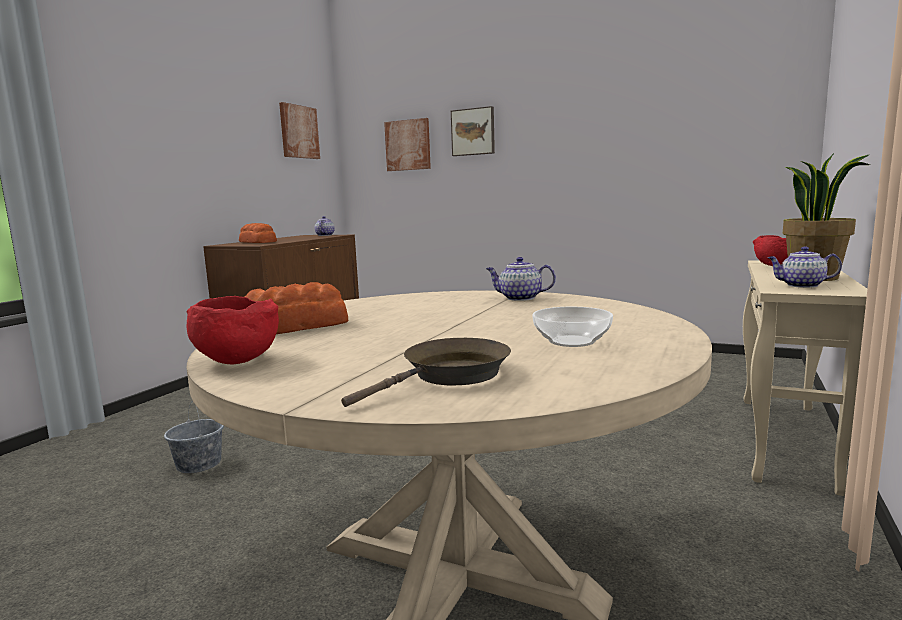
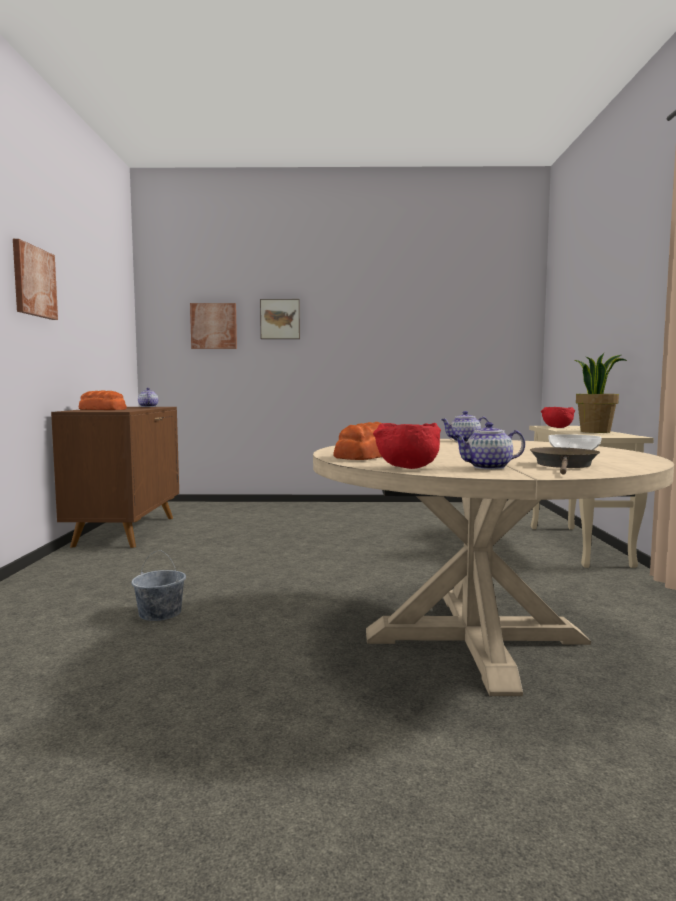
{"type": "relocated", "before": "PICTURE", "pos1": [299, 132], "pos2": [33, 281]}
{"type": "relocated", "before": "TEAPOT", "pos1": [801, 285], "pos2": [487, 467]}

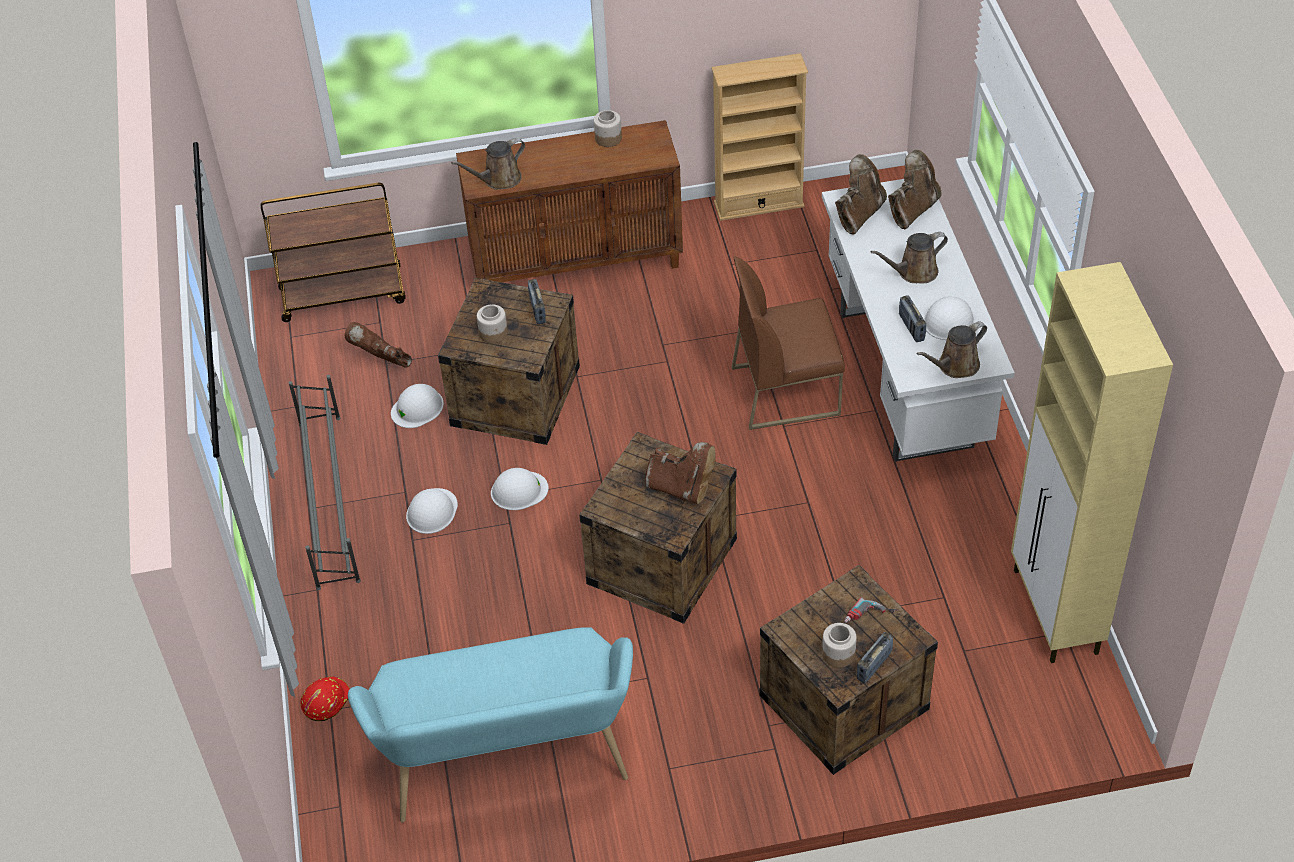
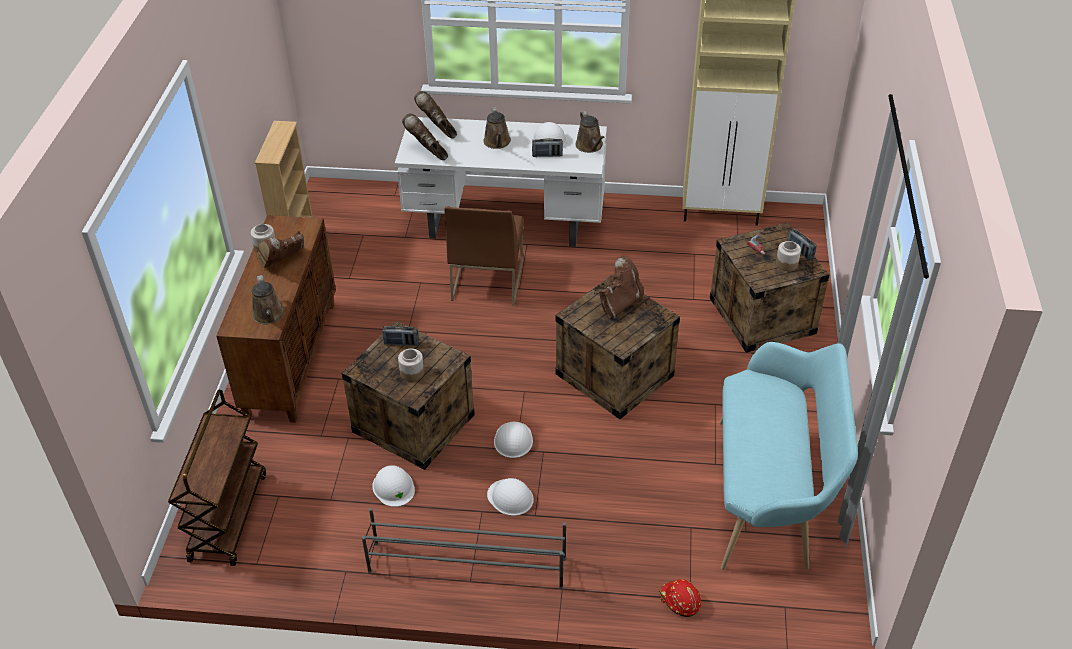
{"type": "relocated", "before": "BROWN BOOT", "pos1": [381, 361], "pos2": [282, 263]}

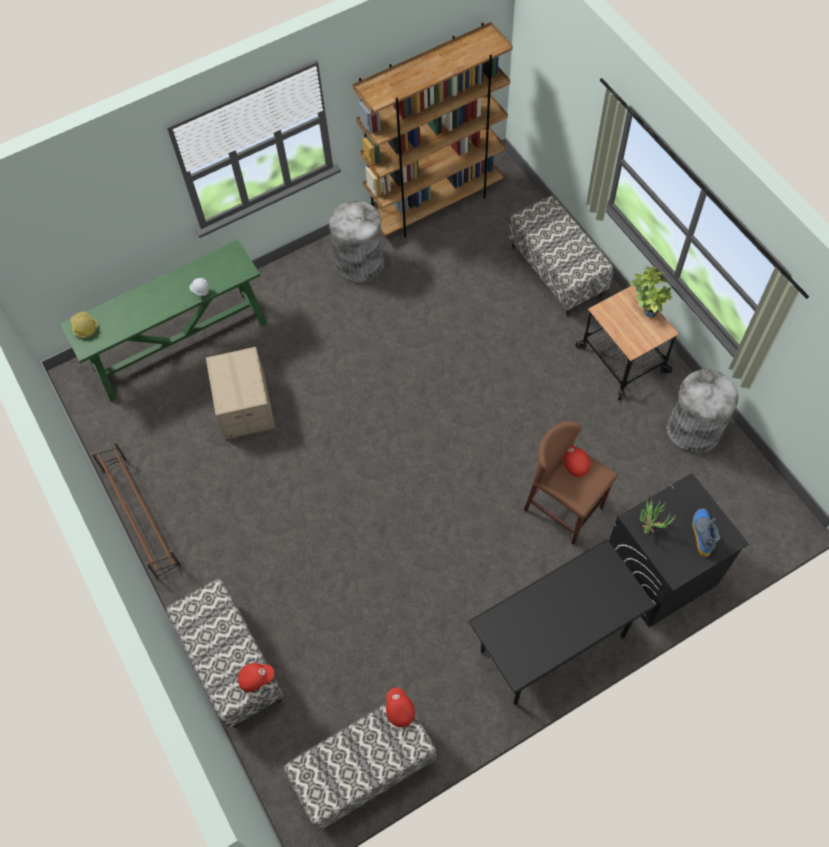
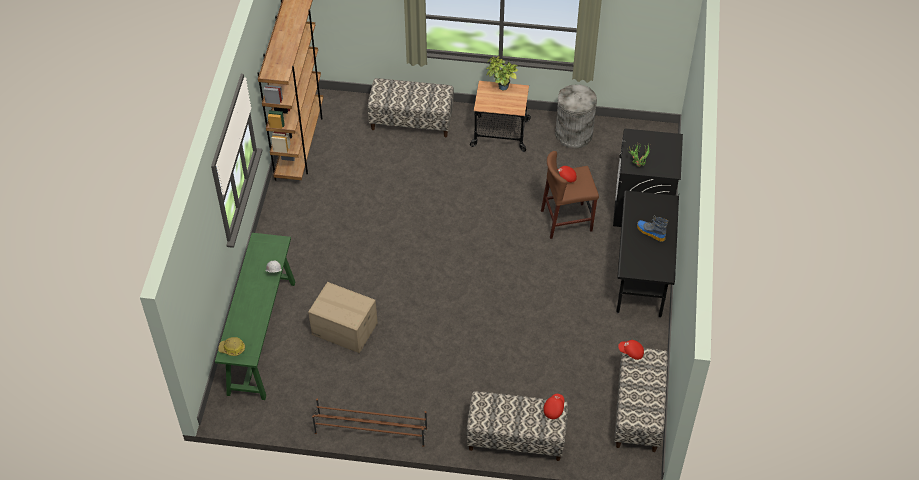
{"type": "missing", "before": "GREY TRASH CAN", "pos1": [360, 263]}
{"type": "relocated", "before": "BOOT", "pos1": [702, 533], "pos2": [650, 232]}

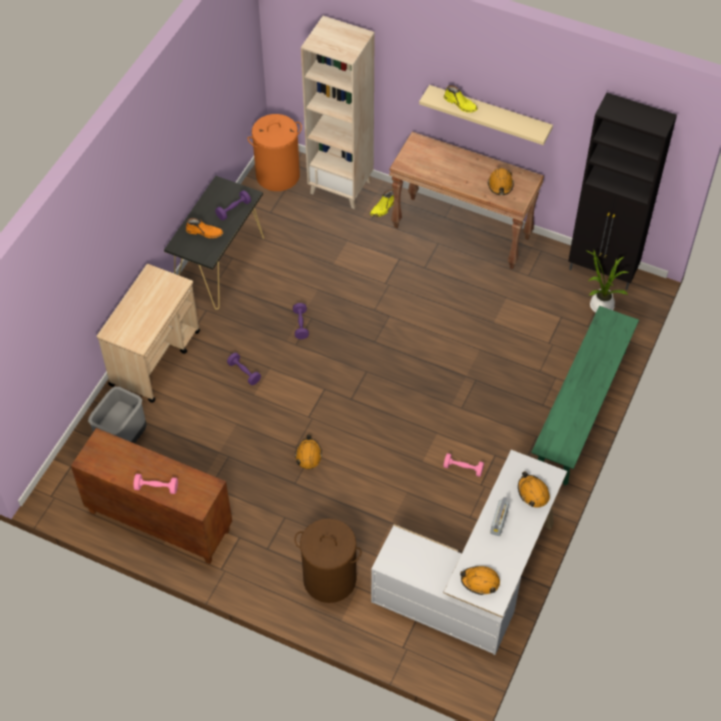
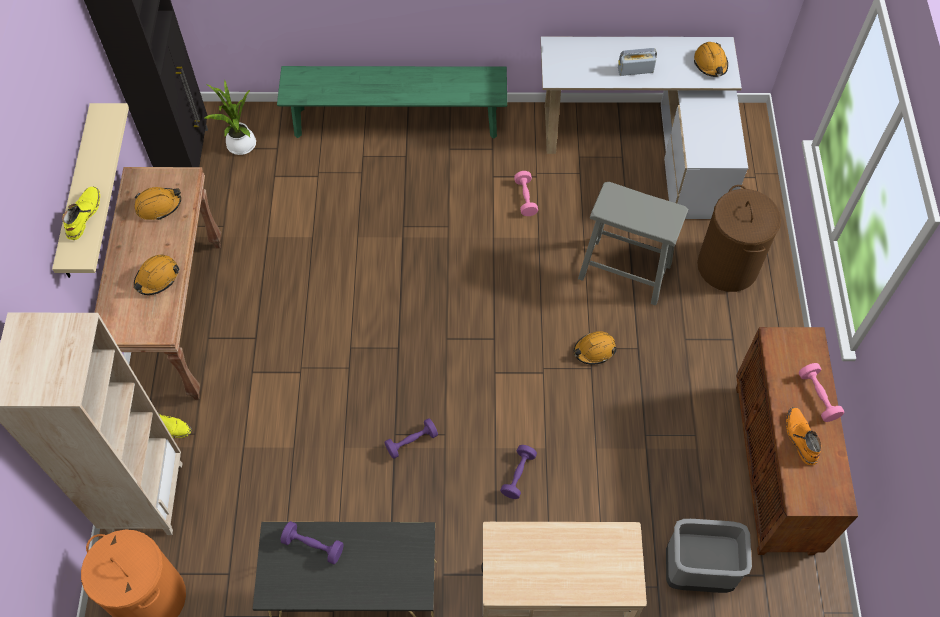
{"type": "relocated", "before": "ORANGE BOOT", "pos1": [205, 232], "pos2": [800, 438]}
{"type": "relocated", "before": "ORANGE HARD HAT", "pos1": [533, 493], "pos2": [157, 278]}
{"type": "appeared", "after": "GREY STOOL", "pos2": [624, 270]}

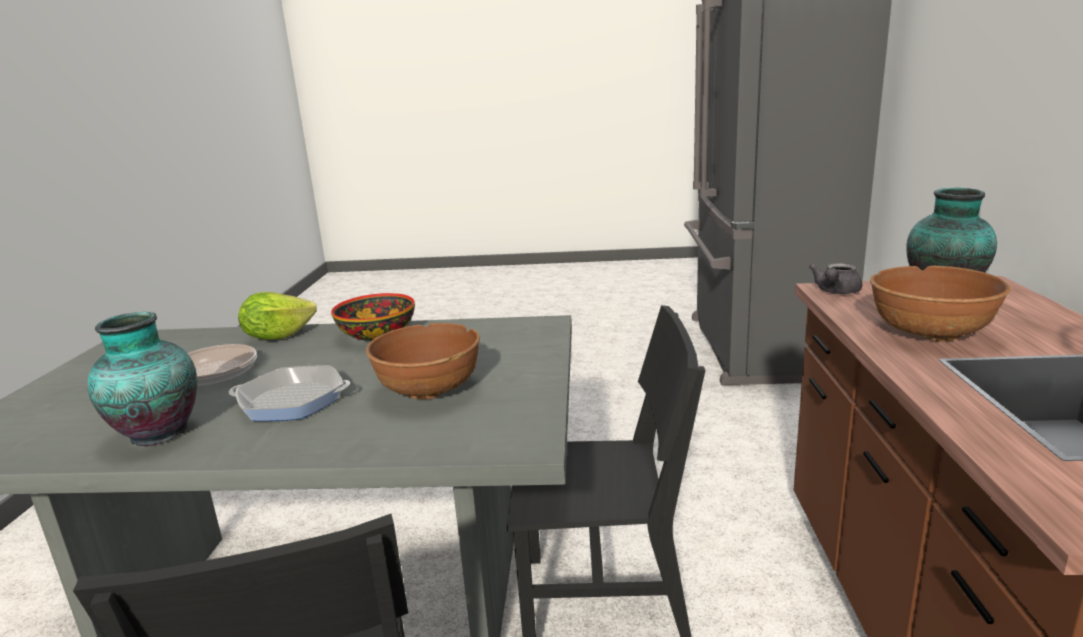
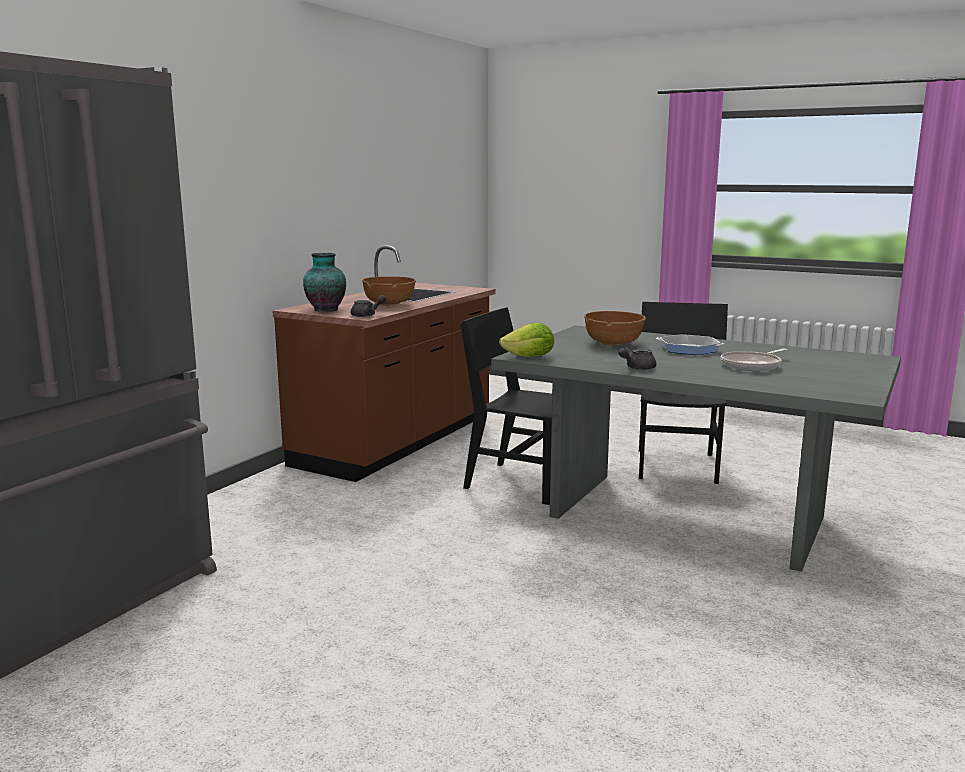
{"type": "missing", "before": "VASE", "pos1": [156, 434]}
{"type": "relocated", "before": "LETTUCE", "pos1": [278, 336], "pos2": [529, 357]}
{"type": "exchanged", "before": "BOWL", "after": "GREY TEAPOT", "pos1": [376, 333], "pos2": [636, 368]}

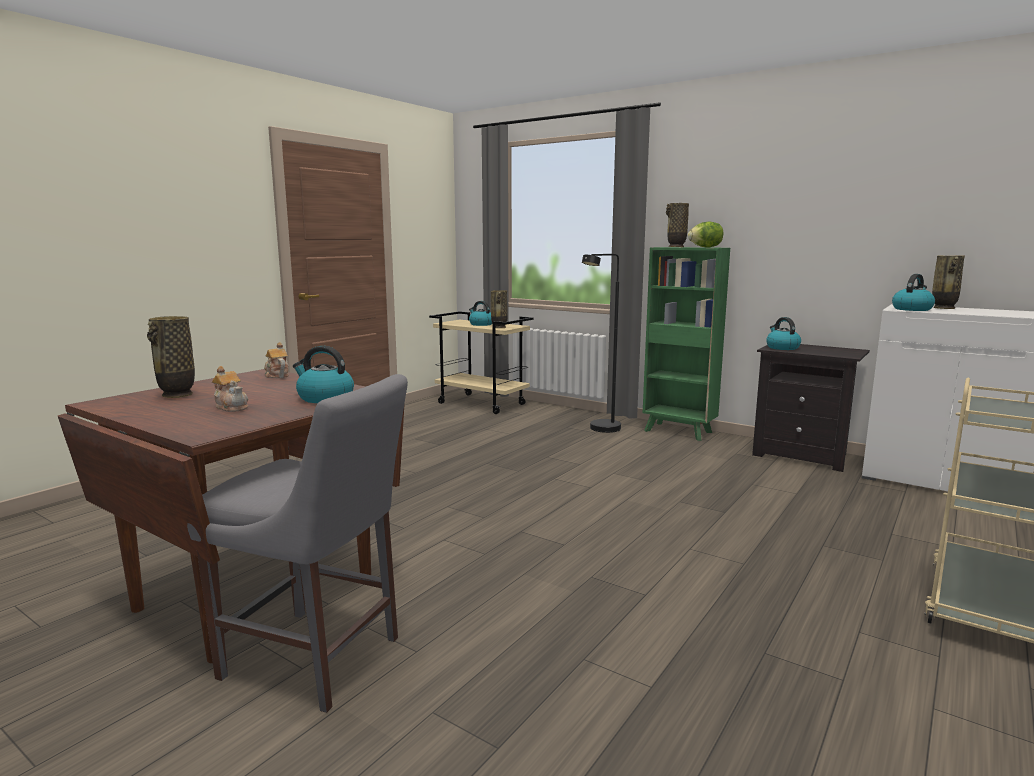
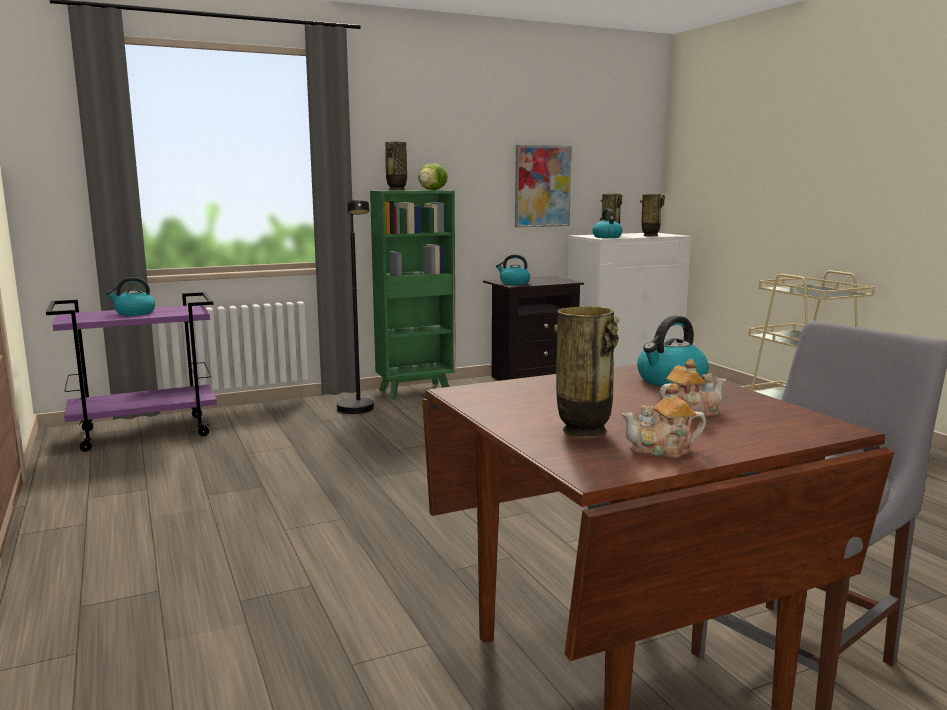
{"type": "relocated", "before": "TEAPOT", "pos1": [276, 375], "pos2": [662, 450]}
{"type": "colour", "before": "BEIGE CART", "after": "PURPLE CART", "pos1": [482, 404], "pos2": [146, 432]}
{"type": "relocated", "before": "VASE", "pos1": [499, 327], "pos2": [650, 236]}
{"type": "appeared", "after": "PICTURE", "pos2": [542, 186]}

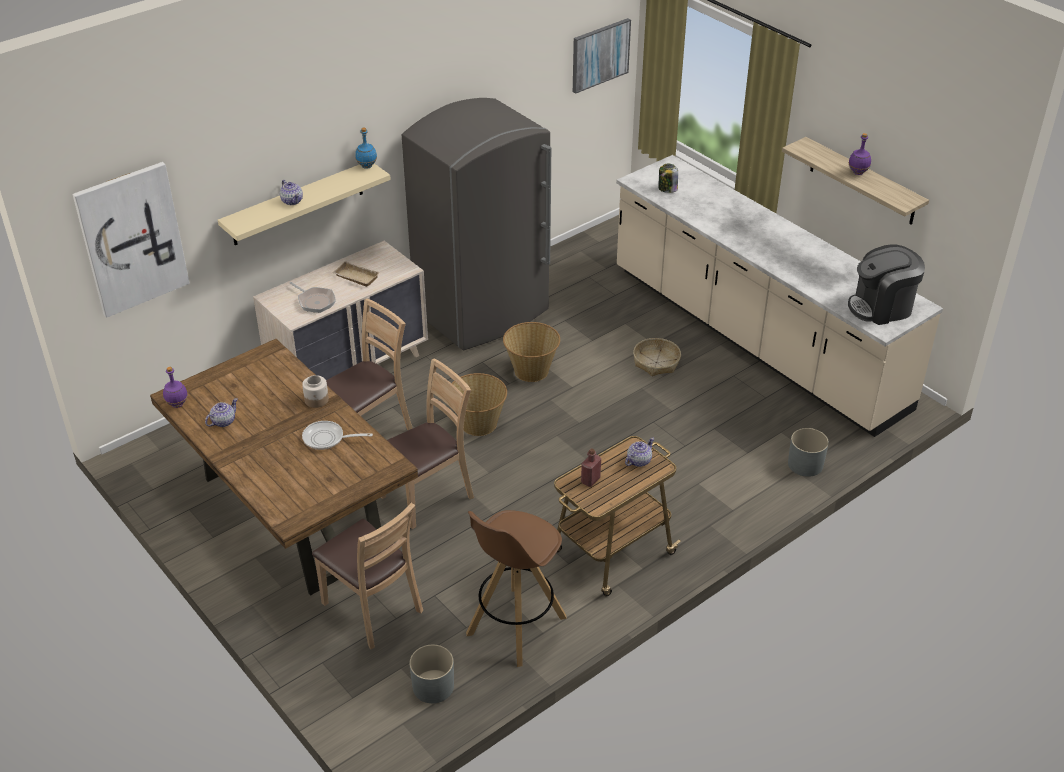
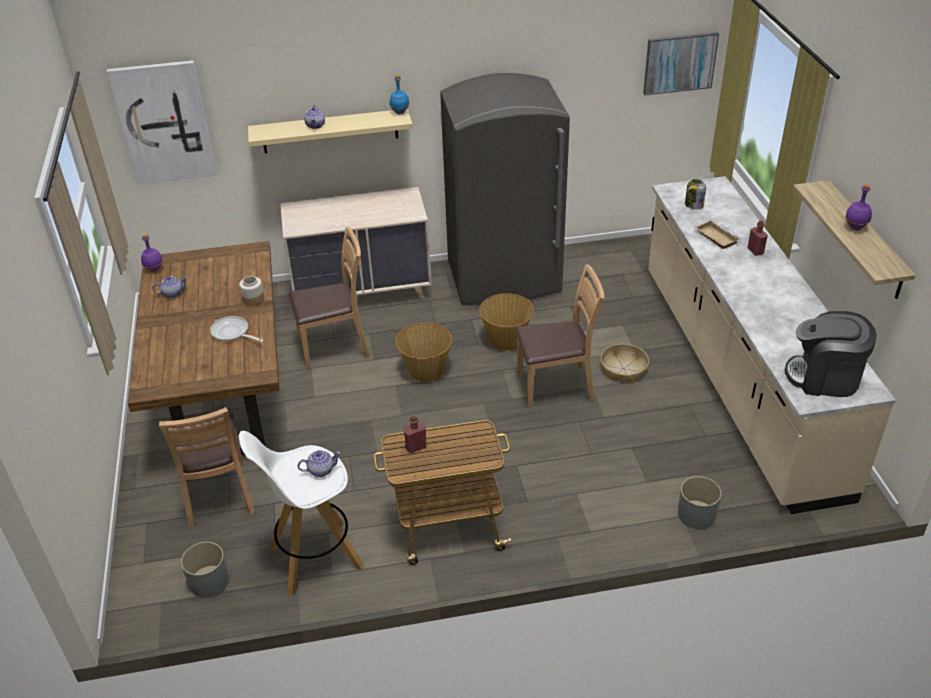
{"type": "missing", "before": "FRYING PAN", "pos1": [315, 301]}
{"type": "relocated", "before": "BEIGE TRAY", "pos1": [355, 277], "pos2": [714, 238]}
{"type": "relocated", "before": "BROWN CHAIR", "pos1": [427, 496], "pos2": [556, 387]}
{"type": "colour", "before": "BROWN STOOL", "after": "WHITE STOOL", "pos1": [515, 626], "pos2": [315, 558]}
{"type": "relocated", "before": "TEAPOT", "pos1": [638, 461], "pos2": [320, 470]}
{"type": "appeared", "after": "RED BOTTLE", "pos2": [755, 251]}

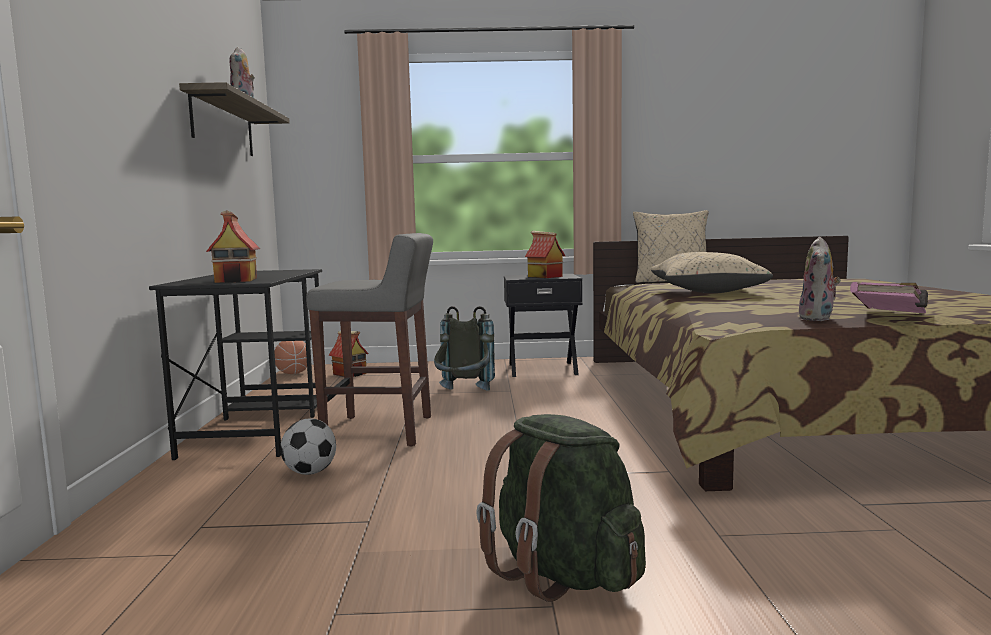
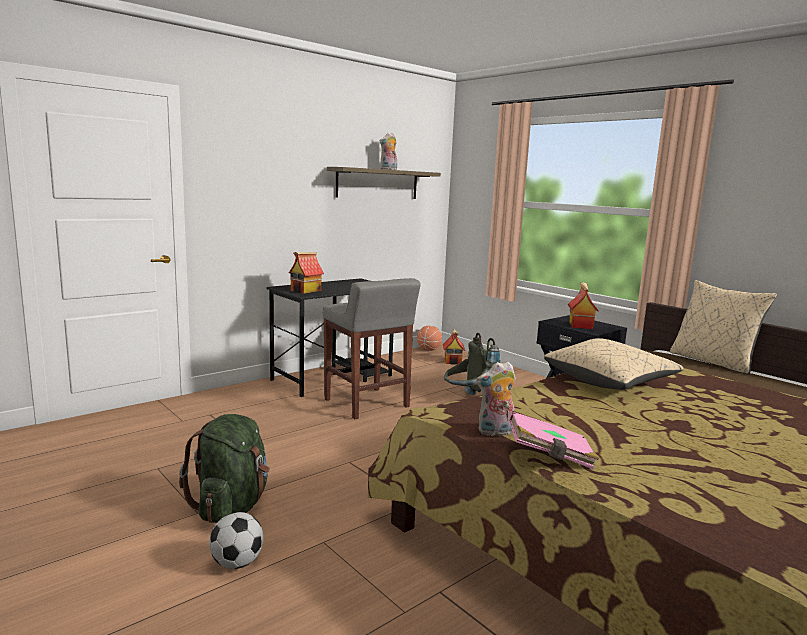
{"type": "relocated", "before": "FOOTBALL", "pos1": [310, 472], "pos2": [237, 563]}

